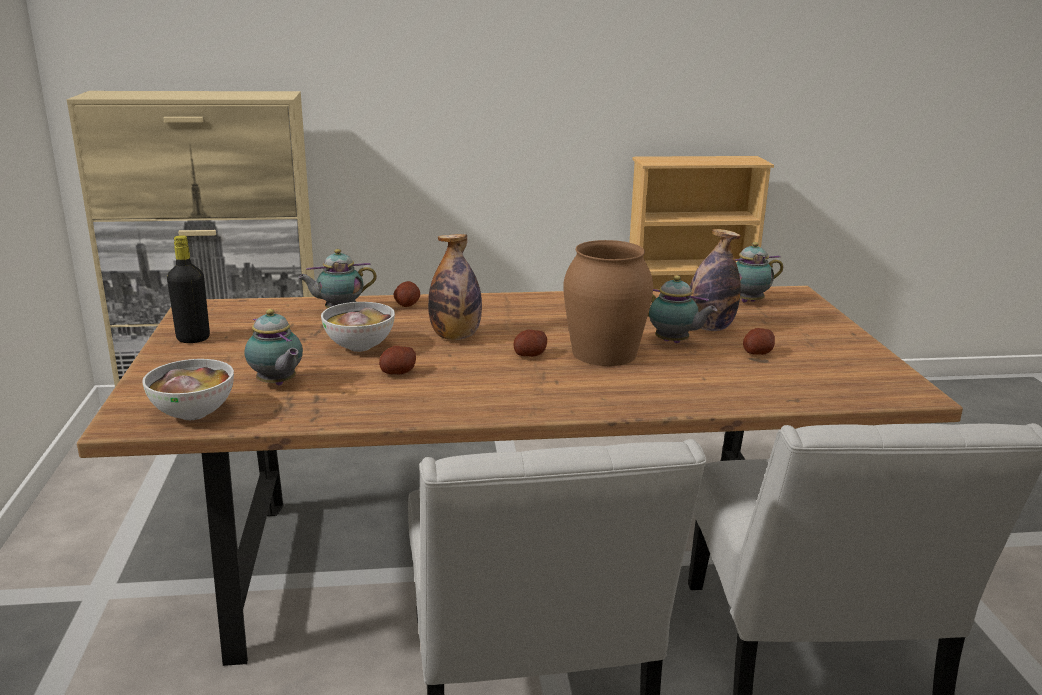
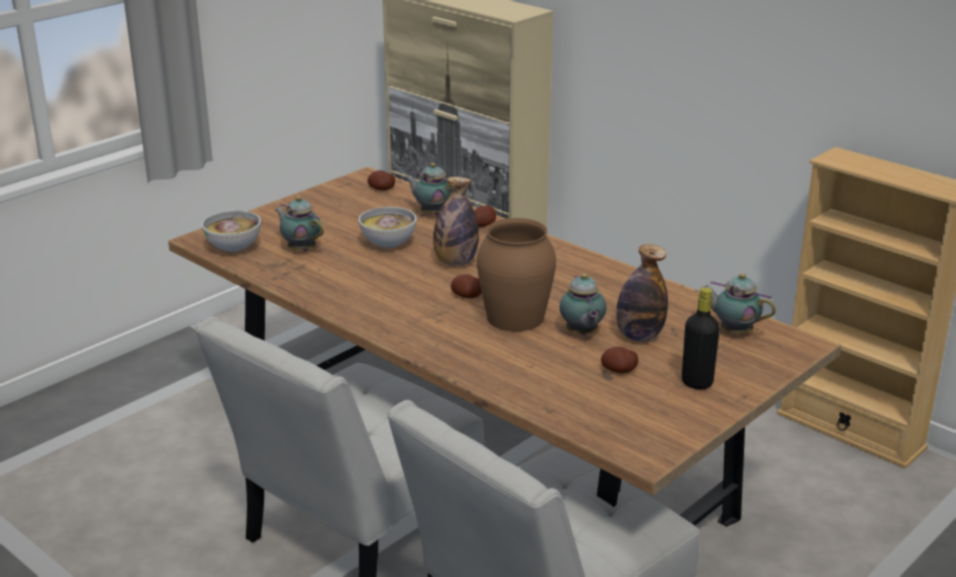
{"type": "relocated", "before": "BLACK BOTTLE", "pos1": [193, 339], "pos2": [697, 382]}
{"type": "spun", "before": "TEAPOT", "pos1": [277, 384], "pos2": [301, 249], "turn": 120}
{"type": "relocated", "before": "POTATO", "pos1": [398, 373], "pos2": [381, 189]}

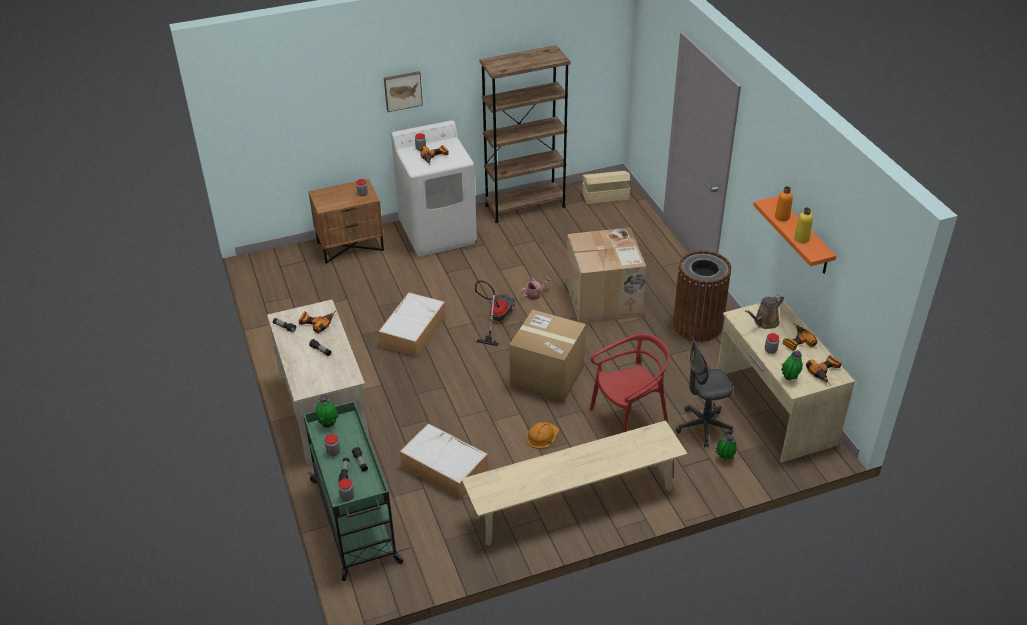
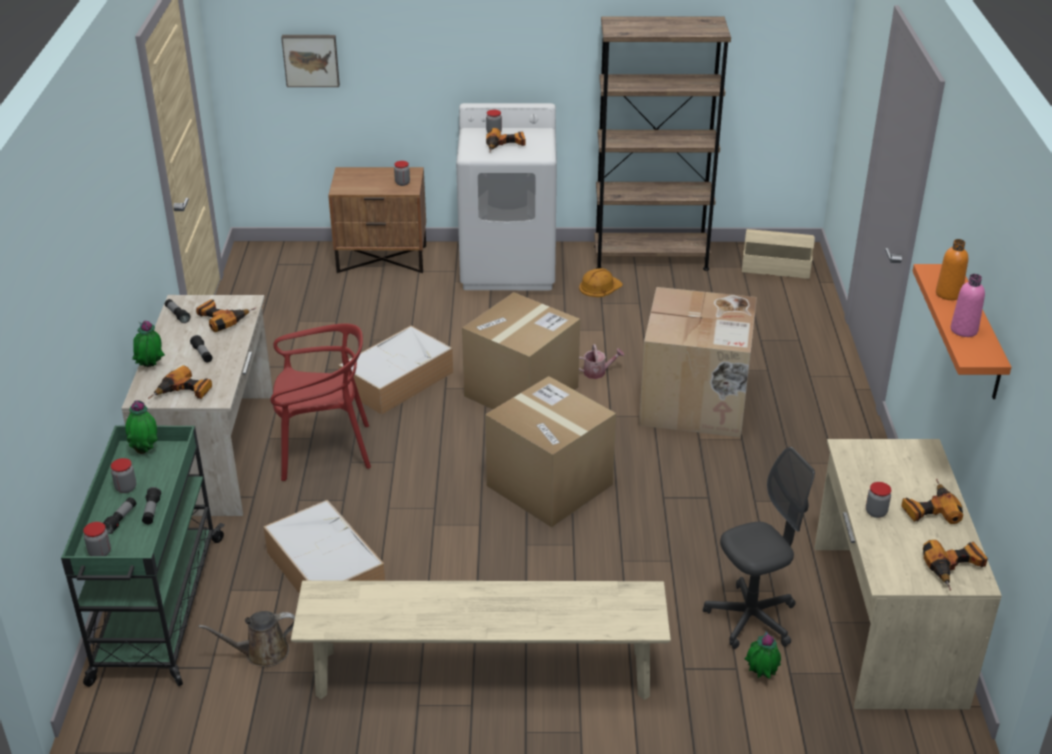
{"type": "relocated", "before": "PICTURE", "pos1": [402, 90], "pos2": [311, 60]}
{"type": "exchanged", "before": "VACUUM CLEANER", "after": "CARDBOARD BOX", "pos1": [496, 319], "pos2": [521, 391]}
{"type": "relocated", "before": "ORANGE HARD HAT", "pos1": [542, 436], "pos2": [599, 286]}
{"type": "relocated", "before": "RED CHAIR", "pos1": [628, 419], "pos2": [324, 450]}
{"type": "missing", "before": "BROWN TRASH CAN", "pos1": [697, 325]}
{"type": "spun", "before": "GREY OFFICE CHAIR", "pos1": [703, 427], "pos2": [751, 619], "turn": 150}
{"type": "relocated", "before": "BROWN WATERING CAN", "pos1": [764, 322], "pos2": [262, 653]}
{"type": "relocated", "before": "POTTED PLANT", "pos1": [790, 379], "pos2": [151, 367]}
{"type": "colour", "before": "YELLOW BOTTLE", "after": "PINK BOTTLE", "pos1": [801, 238], "pos2": [964, 330]}
{"type": "appeared", "after": "POWER DRILL", "pos2": [184, 393]}

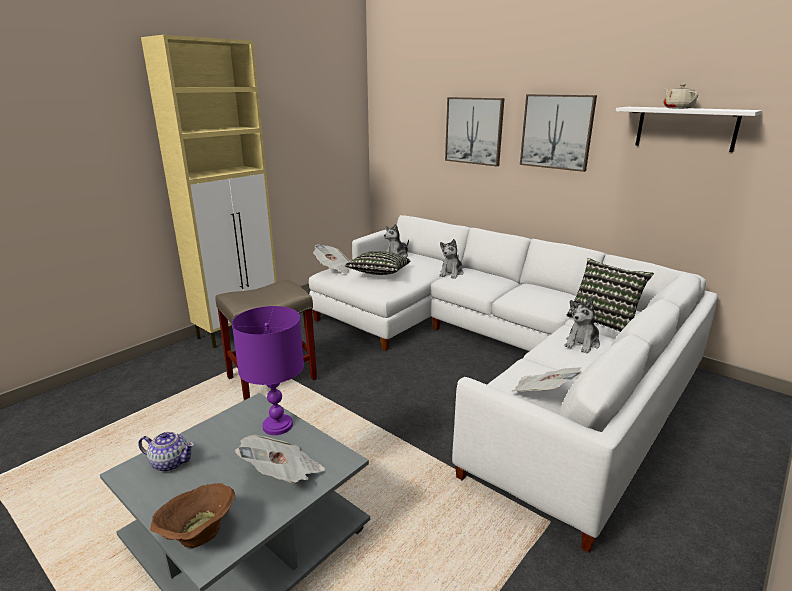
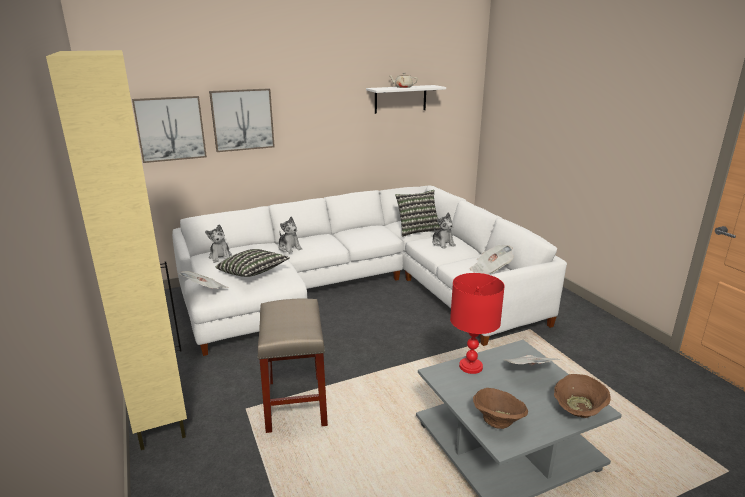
{"type": "exchanged", "before": "TEAPOT", "after": "BROWN BOWL", "pos1": [170, 462], "pos2": [497, 421]}
{"type": "colour", "before": "PURPLE TABLE LAMP", "after": "RED TABLE LAMP", "pos1": [278, 425], "pos2": [471, 366]}
{"type": "relocated", "before": "PICTURE", "pos1": [556, 132], "pos2": [170, 129]}

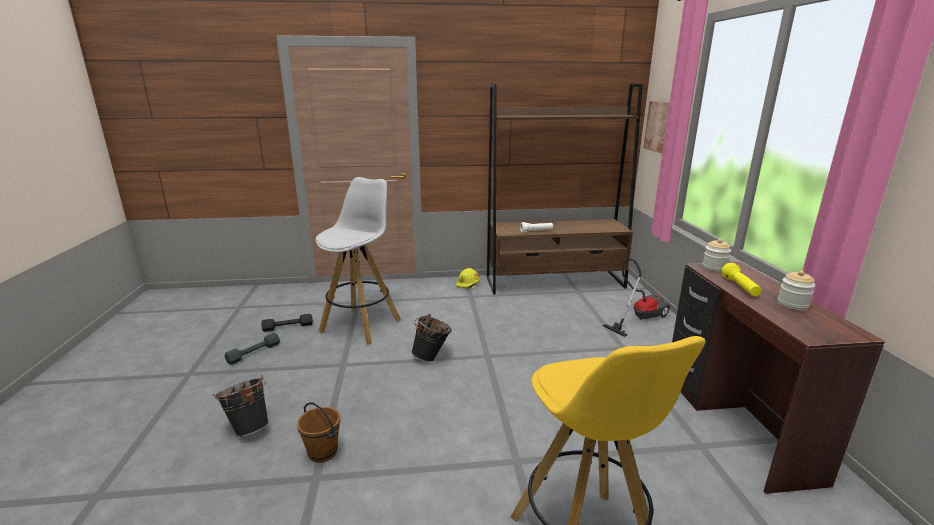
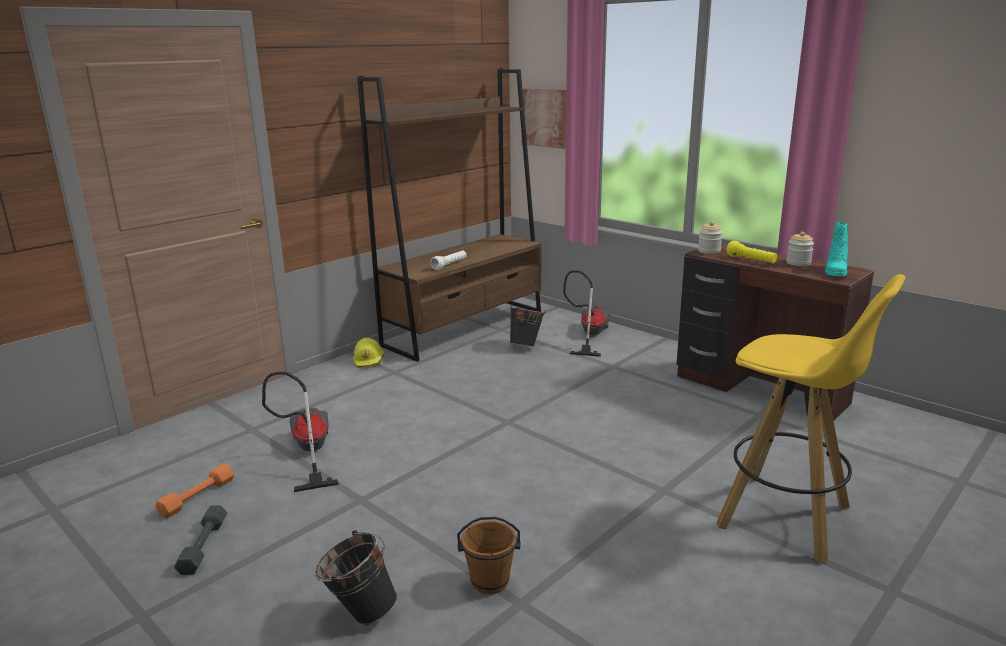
{"type": "colour", "before": "BLACK DUMBBELL", "after": "ORANGE DUMBBELL", "pos1": [288, 326], "pos2": [197, 497]}
{"type": "exchanged", "before": "WHITE STOOL", "after": "VACUUM CLEANER", "pos1": [361, 325], "pos2": [308, 452]}
{"type": "relocated", "before": "BLACK BUCKET", "pos1": [432, 357], "pos2": [526, 346]}
{"type": "appeared", "after": "TURQUOISE BOOT", "pos2": [835, 272]}

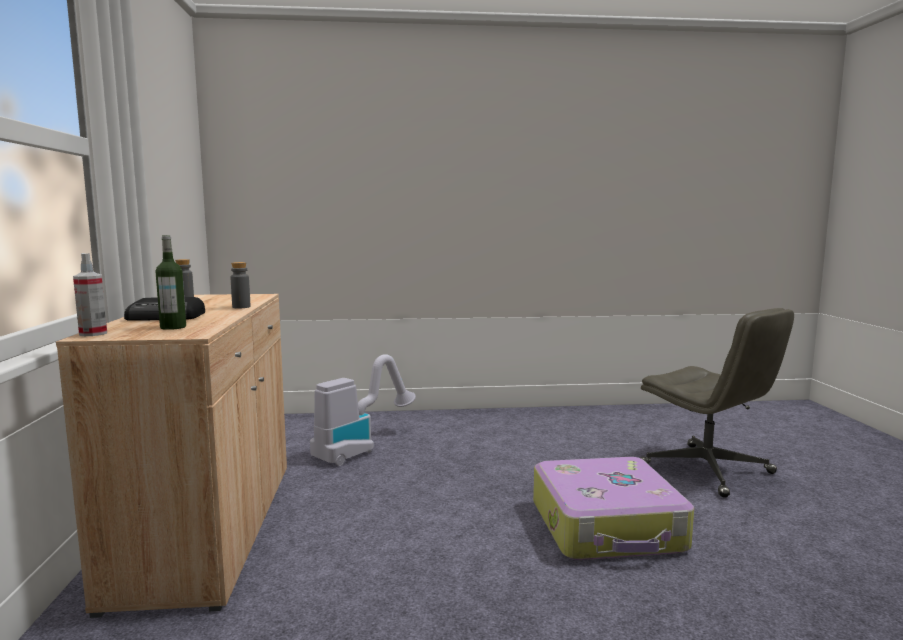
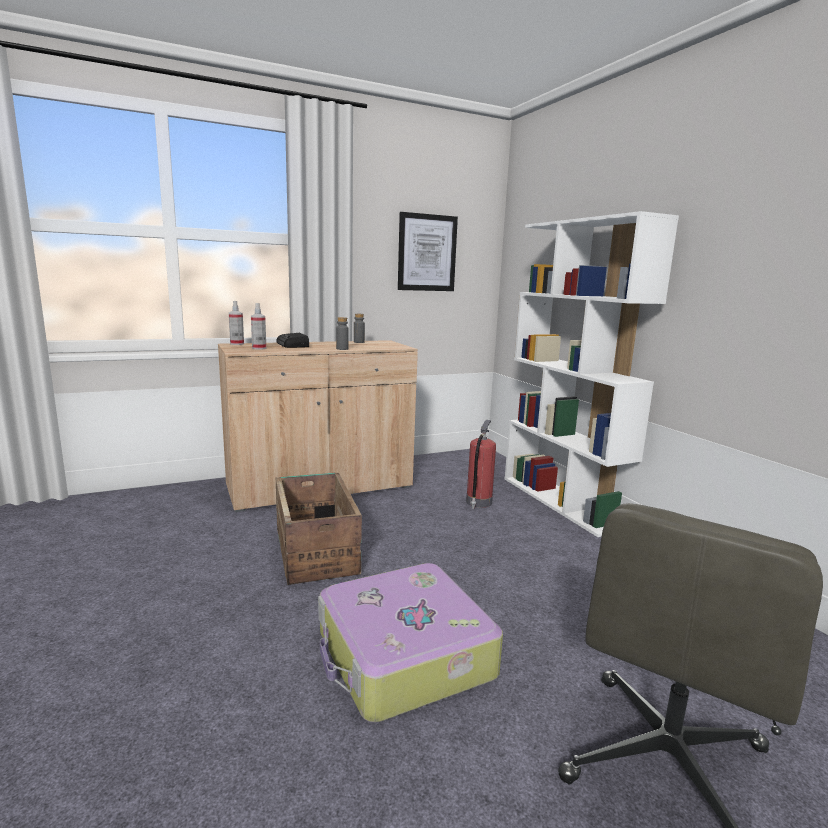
{"type": "exchanged", "before": "BOTTLE", "after": "SPRAY BOTTLE", "pos1": [173, 327], "pos2": [259, 348]}
{"type": "exchanged", "before": "VACUUM CLEANER", "after": "FIRE EXTINGUISHER", "pos1": [360, 448], "pos2": [478, 502]}
{"type": "appeared", "after": "CRATE", "pos2": [316, 550]}
{"type": "appeared", "after": "PICTURE", "pos2": [427, 253]}
{"type": "appeared", "after": "WHITE BOOKCASE", "pos2": [562, 502]}

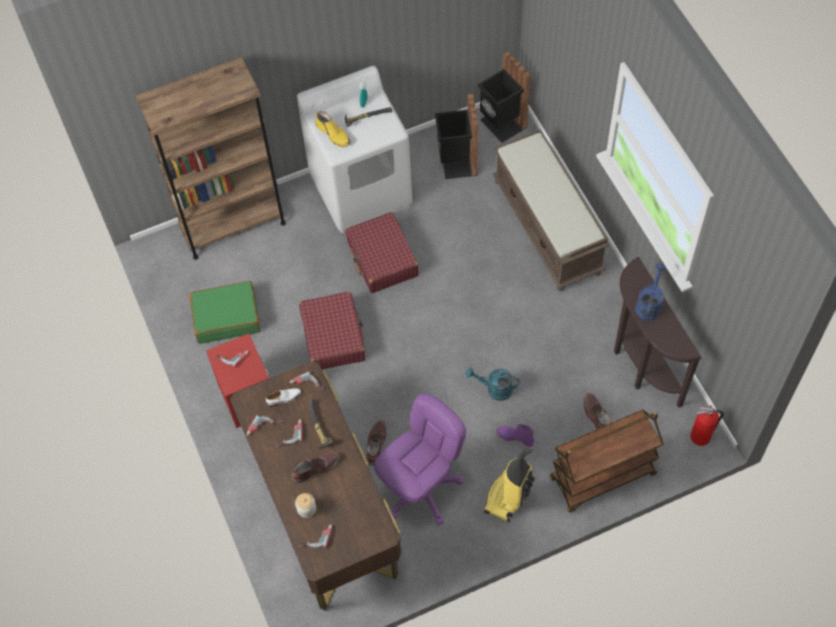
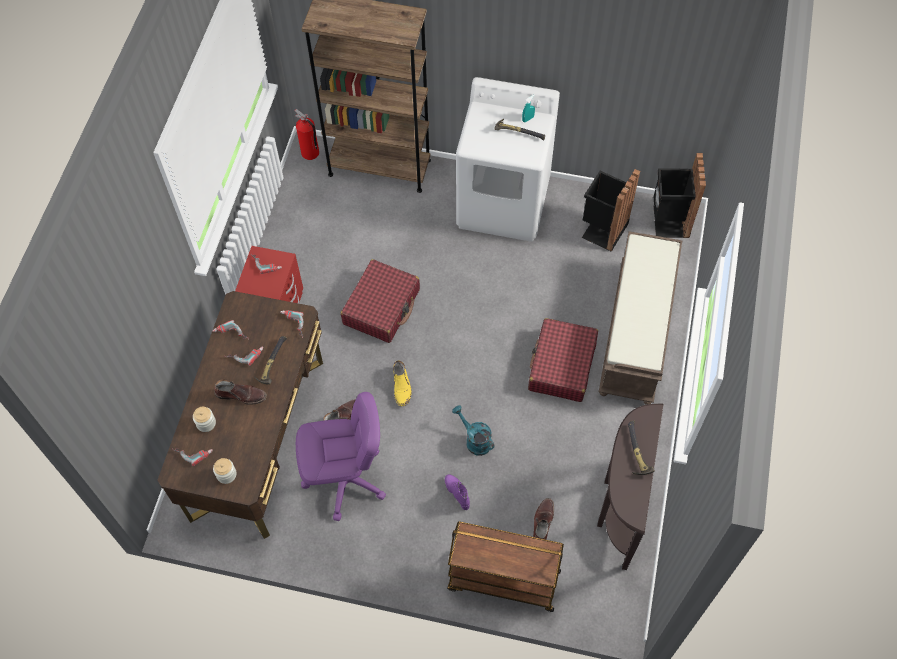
{"type": "missing", "before": "GREEN SUITCASE", "pos1": [226, 317]}
{"type": "missing", "before": "WHITE SHOE", "pos1": [284, 398]}
{"type": "relocated", "before": "YELLOW BOOT", "pos1": [333, 134], "pos2": [402, 386]}
{"type": "relocated", "before": "RED SUITCASE", "pos1": [382, 259], "pos2": [561, 366]}
{"type": "missing", "before": "VACUUM CLEANER", "pos1": [508, 497]}
{"type": "exchanged", "before": "BLUE WATERING CAN", "after": "HAMMER", "pos1": [649, 304], "pos2": [636, 452]}
{"type": "relocated", "before": "FIRE EXTINGUISHER", "pos1": [700, 437], "pos2": [310, 153]}
{"type": "appeared", "after": "JAR", "pos2": [226, 474]}

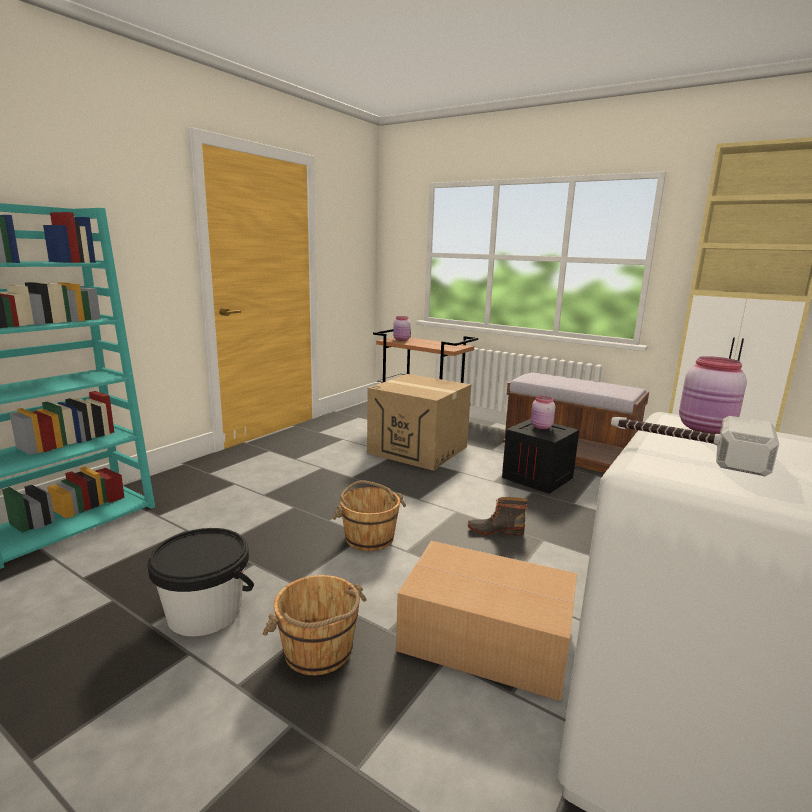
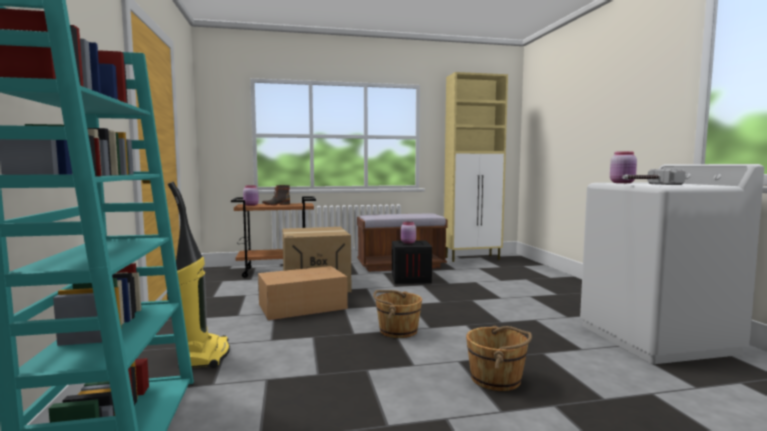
{"type": "missing", "before": "BLACK BUCKET", "pos1": [205, 612]}
{"type": "relocated", "before": "CARDBOARD BOX", "pos1": [488, 640], "pos2": [304, 306]}
{"type": "relocated", "before": "BOOT", "pos1": [495, 530], "pos2": [276, 204]}
{"type": "appeared", "after": "VACUUM CLEANER", "pos2": [203, 355]}

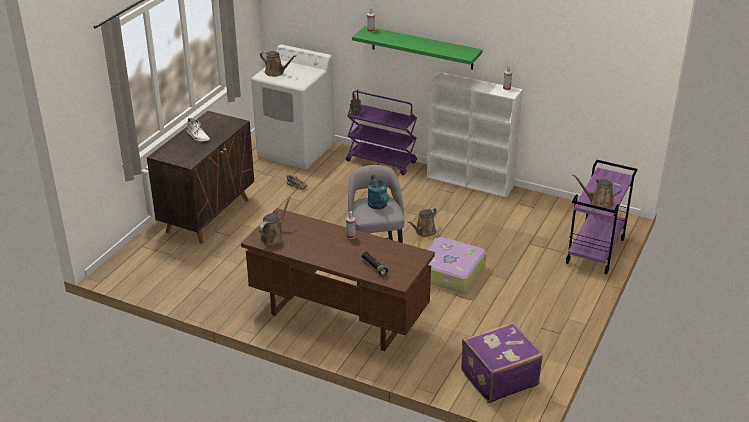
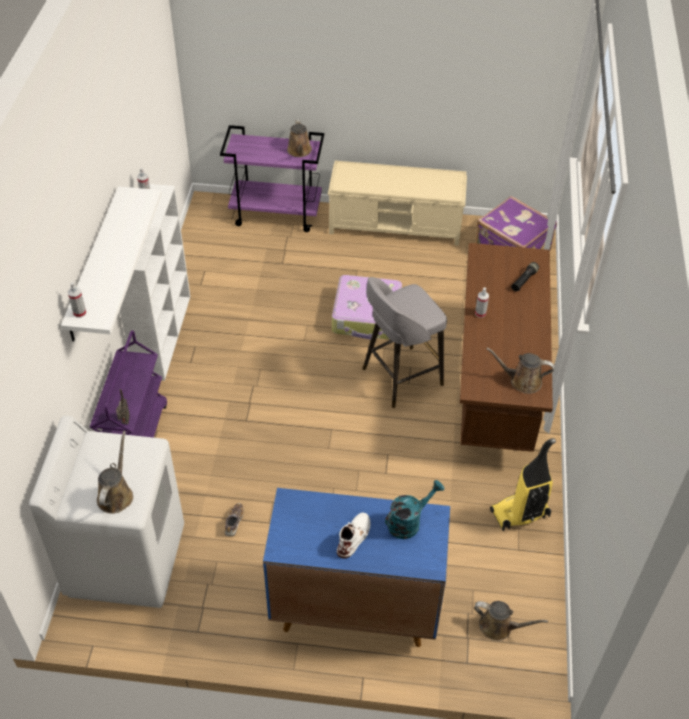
{"type": "colour", "before": "BROWN CABINET", "after": "BLUE CABINET", "pos1": [208, 215], "pos2": [354, 607]}
{"type": "colour", "before": "GREEN SHELF", "after": "WHITE SHELF", "pos1": [422, 48], "pos2": [94, 264]}
{"type": "relocated", "before": "TURQUOISE WATERING CAN", "pos1": [378, 206], "pos2": [409, 522]}
{"type": "relocated", "before": "BROWN WATERING CAN", "pos1": [424, 232], "pos2": [499, 627]}
{"type": "appeared", "after": "BEIGE BENCH", "pos2": [396, 225]}
{"type": "appeared", "after": "VACUUM CLEANER", "pos2": [519, 514]}

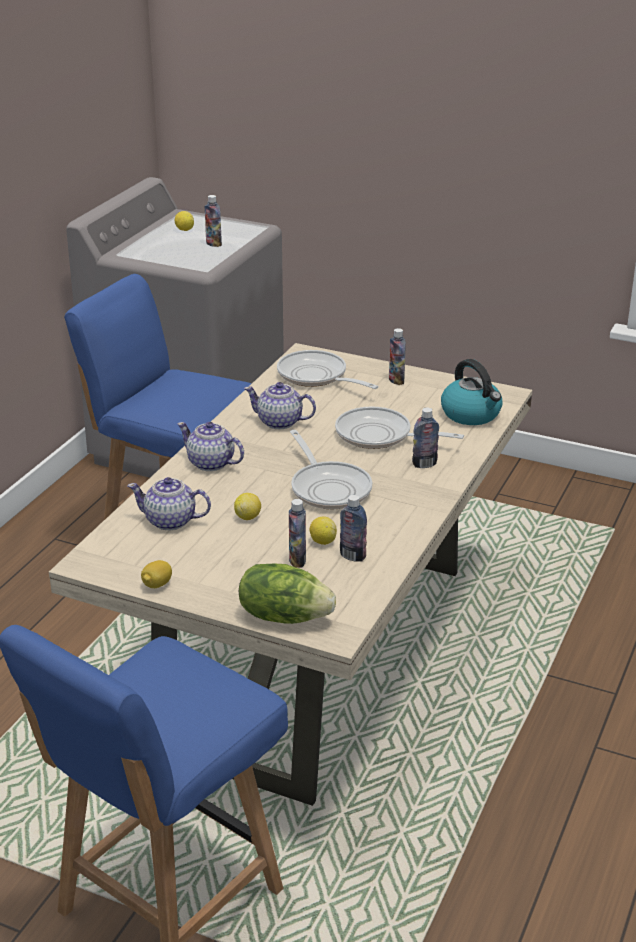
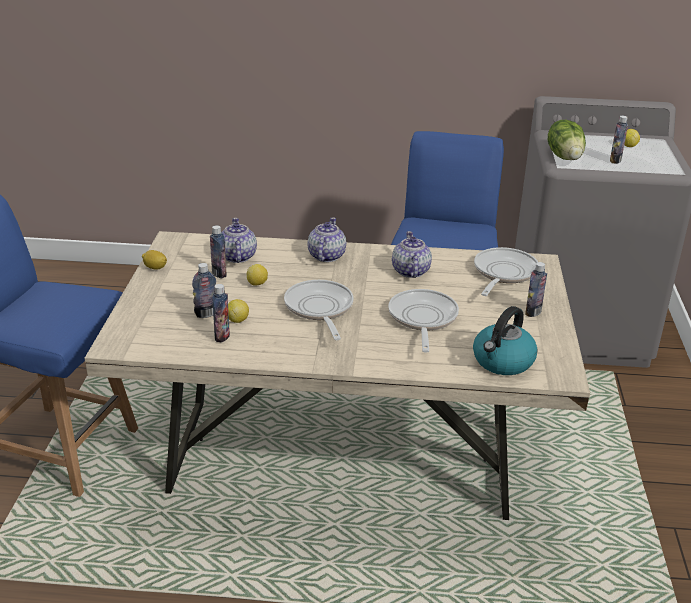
{"type": "relocated", "before": "LETTUCE", "pos1": [284, 616], "pos2": [565, 157]}
{"type": "spun", "before": "FRYING PAN", "pos1": [328, 488], "pos2": [319, 309], "turn": 120}
{"type": "relocated", "before": "BOTTLE", "pos1": [424, 464], "pos2": [219, 274]}

